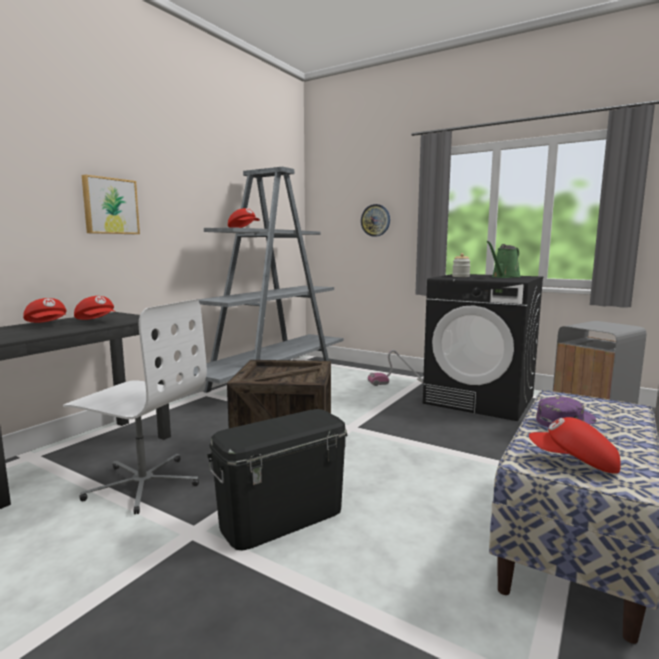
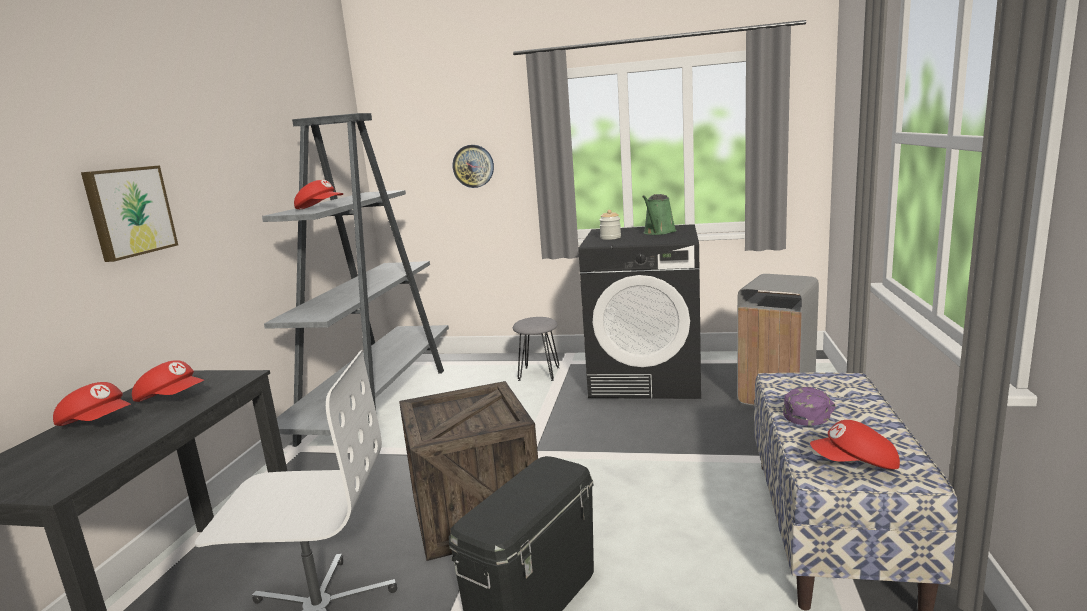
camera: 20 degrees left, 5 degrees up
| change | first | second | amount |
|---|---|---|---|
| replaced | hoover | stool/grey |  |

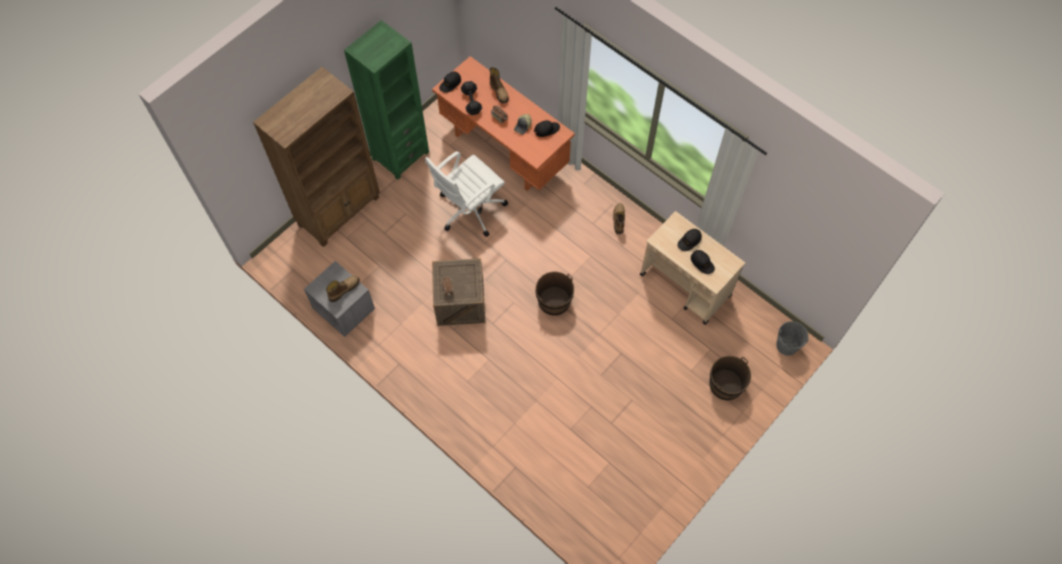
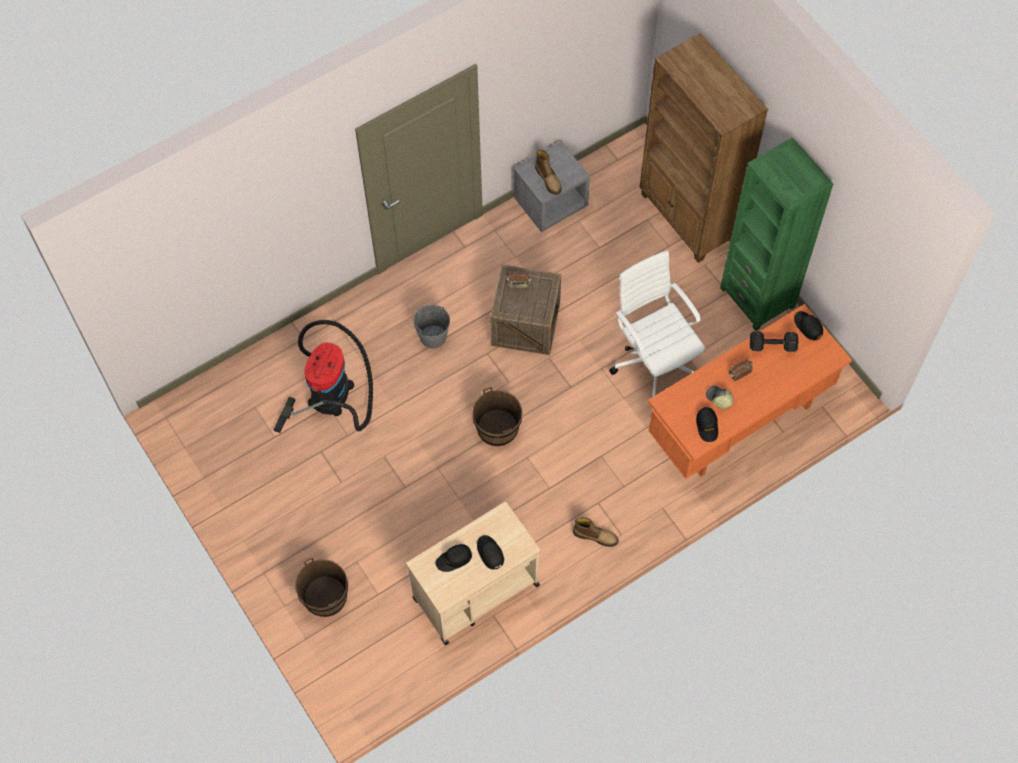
camera: 105 degrees right, 0 degrees up
| change | first | second | amount |
|---|---|---|---|
| removed | tall boot (2nd from left) |  |  |
| added |  | hoover |  |
| moved | water bucket/grey |  |  |

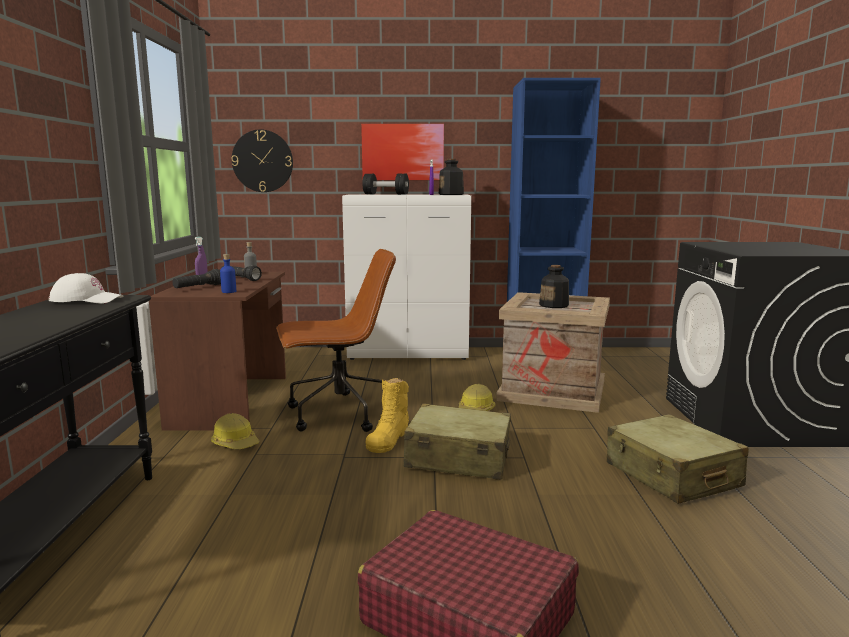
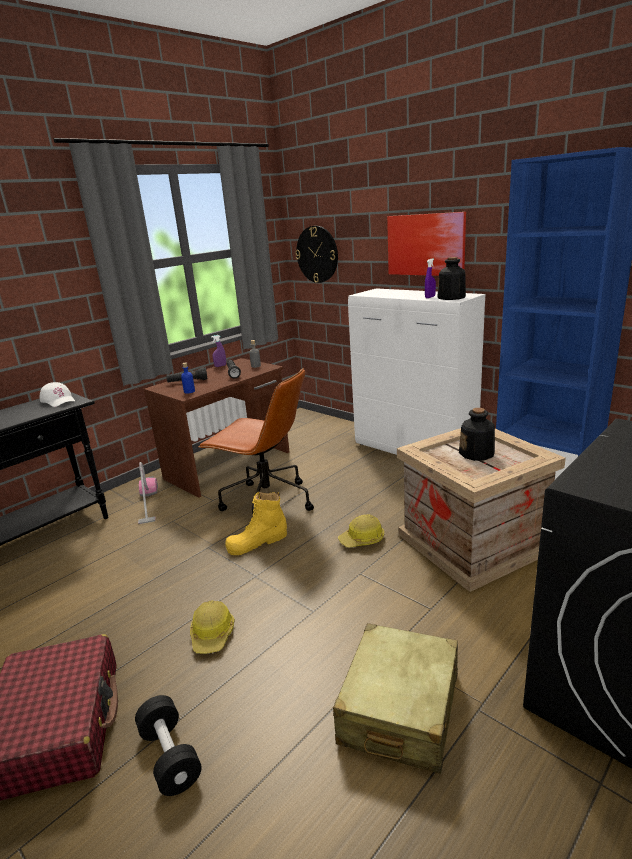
camera: 45 degrees right, 10 degrees up
| change | first | second | amount |
|---|---|---|---|
| removed | travel case/beige (1st from left) |  |  |
| added |  | hoover |  |
| moved | safety helmet (1st from left) |  |  |
| moved | free weight/black |  |  |

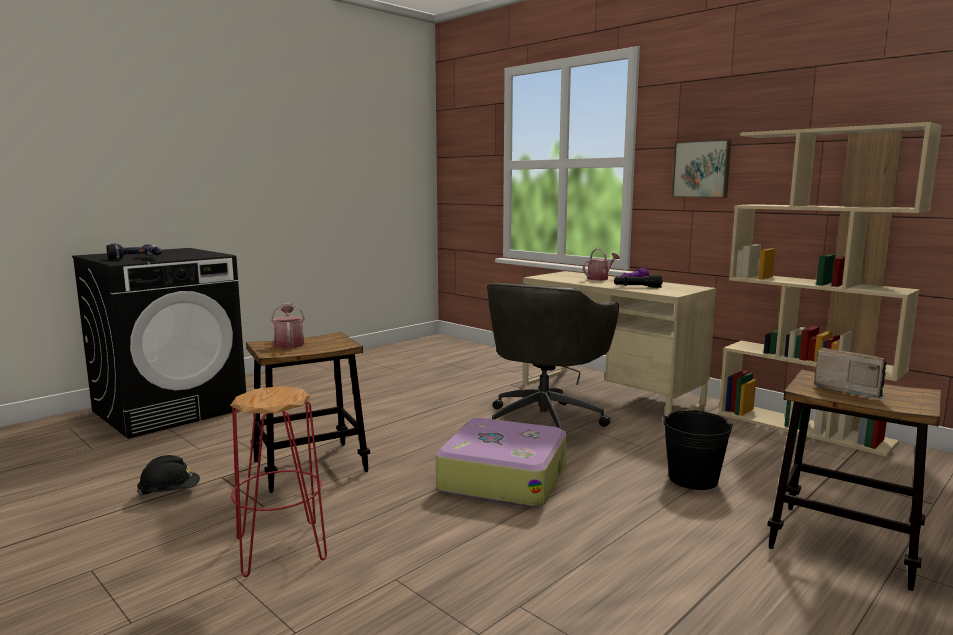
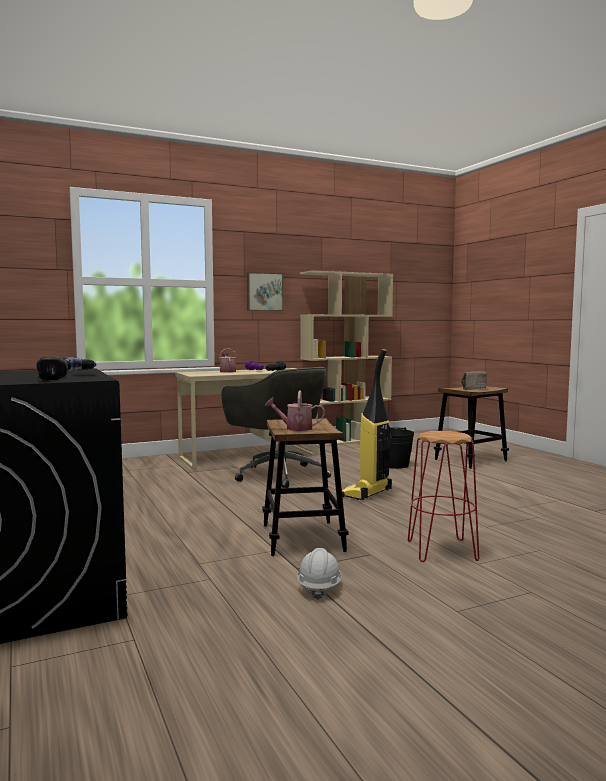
camera: 70 degrees left, 5 degrees down
| change | first | second | amount |
|---|---|---|---|
| replaced | travel case | hoover |  |
| recoloured | safety helmet/black | safety helmet/whitish |  |

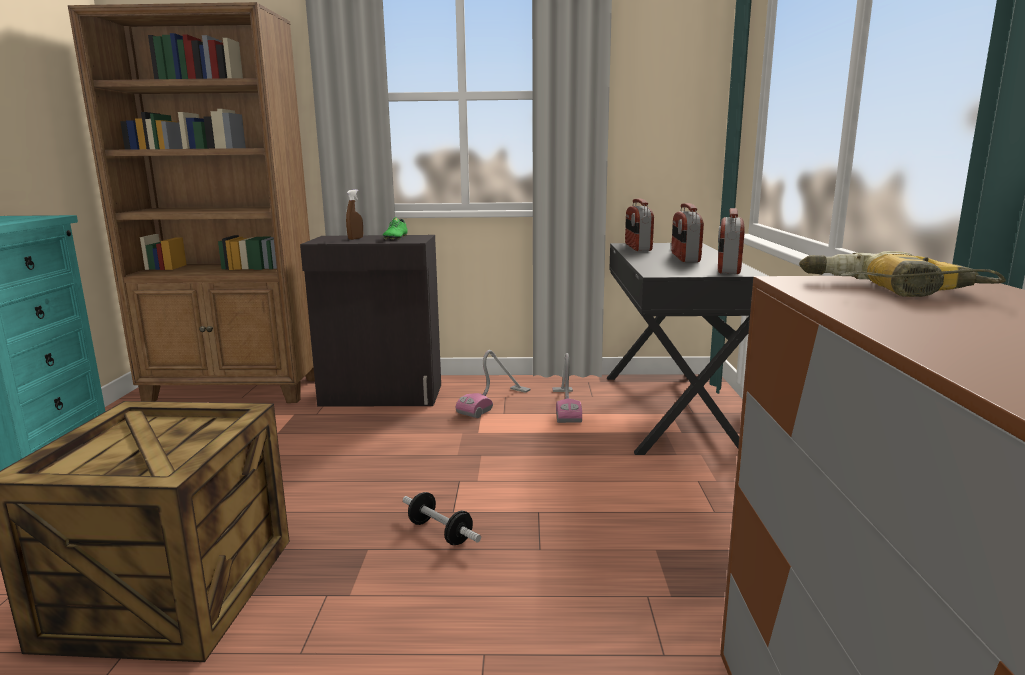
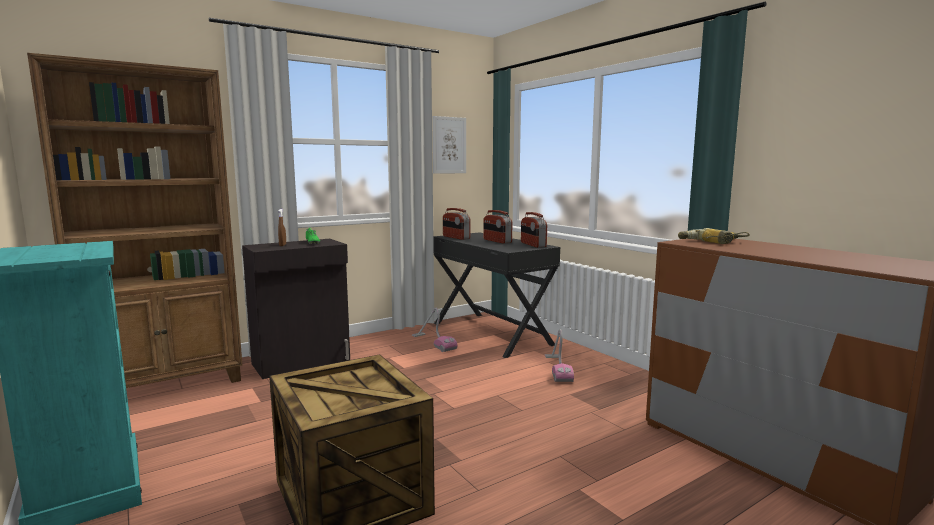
camera: 35 degrees left, 5 degrees down
| change | first | second | amount |
|---|---|---|---|
| removed | free weight |  |  |
| added |  | wall picture |  |
| moved | hoover (1st from left in the first image) | hoover (2nd from left) |  |

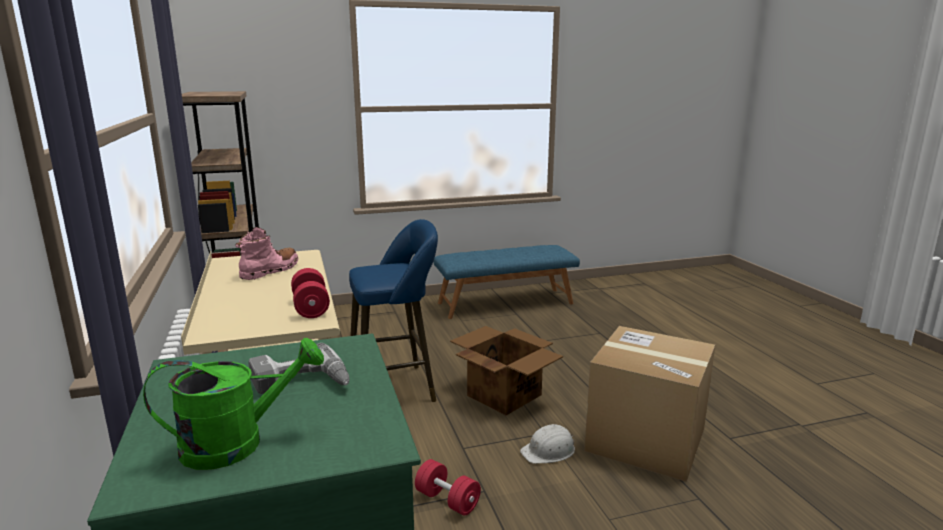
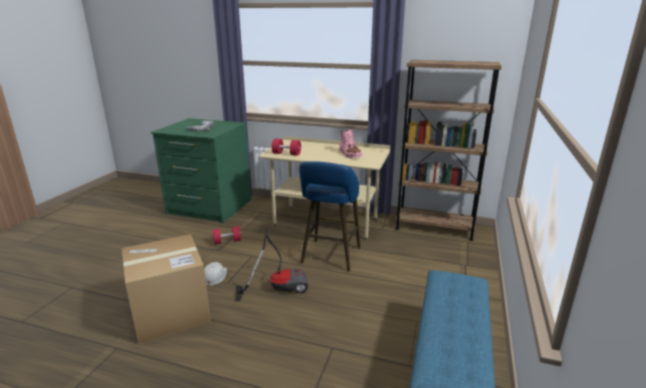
camera: 125 degrees right, 5 degrees up
| change | first | second | amount |
|---|---|---|---|
| removed | sprinkling can/greenish |  |  |
| replaced | packing box (1st from left) | hoover |  |

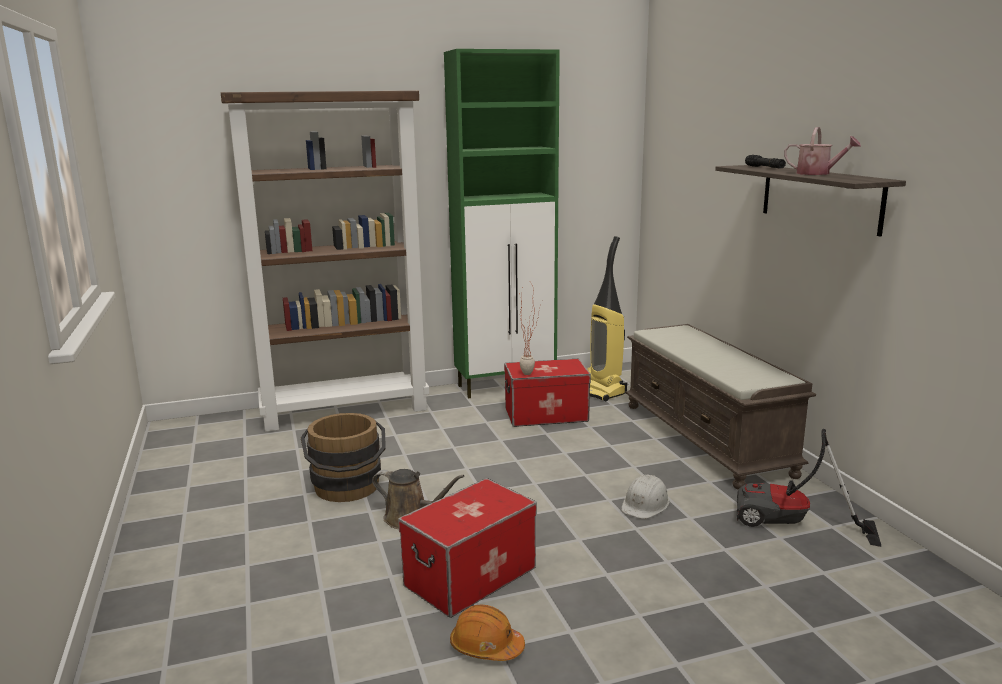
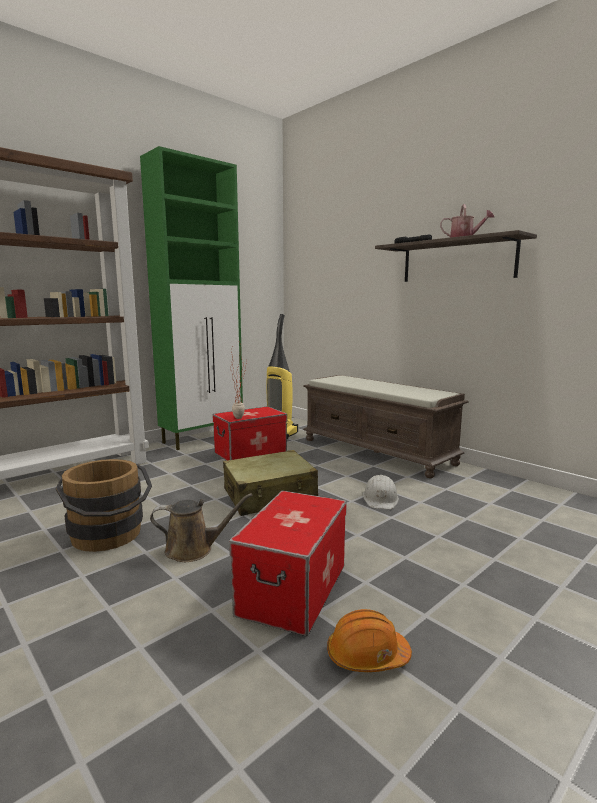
camera: 25 degrees left, 5 degrees down
| change | first | second | amount |
|---|---|---|---|
| removed | hoover (2nd from left) |  |  |
| added |  | travel case/beige |  |

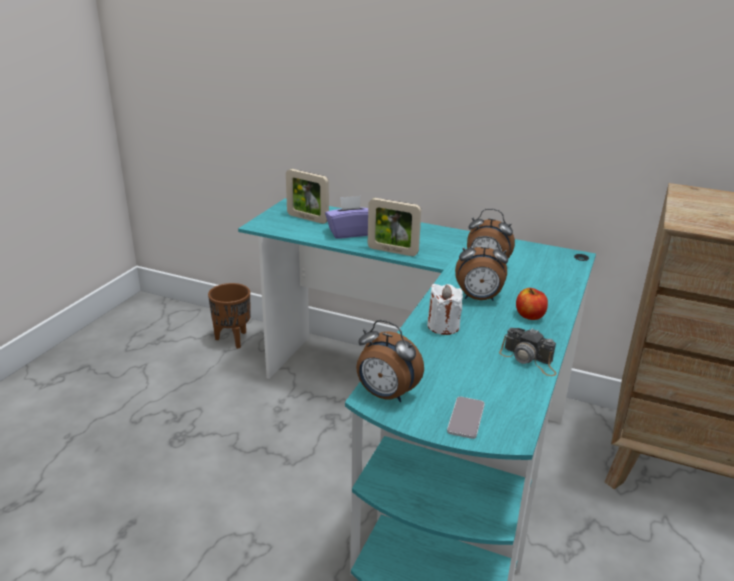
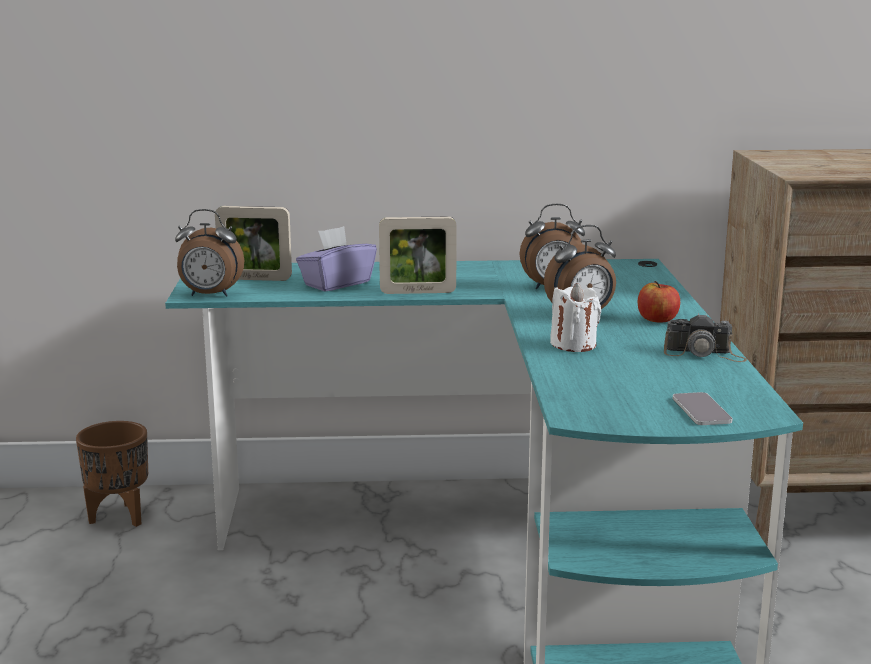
camera: 25 degrees left, 10 degrees down
| change | first | second | amount |
|---|---|---|---|
| moved | table clock (1st from left) |  |  |

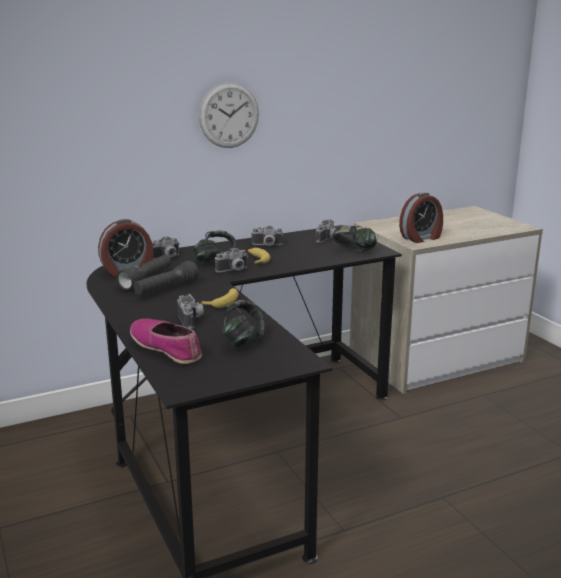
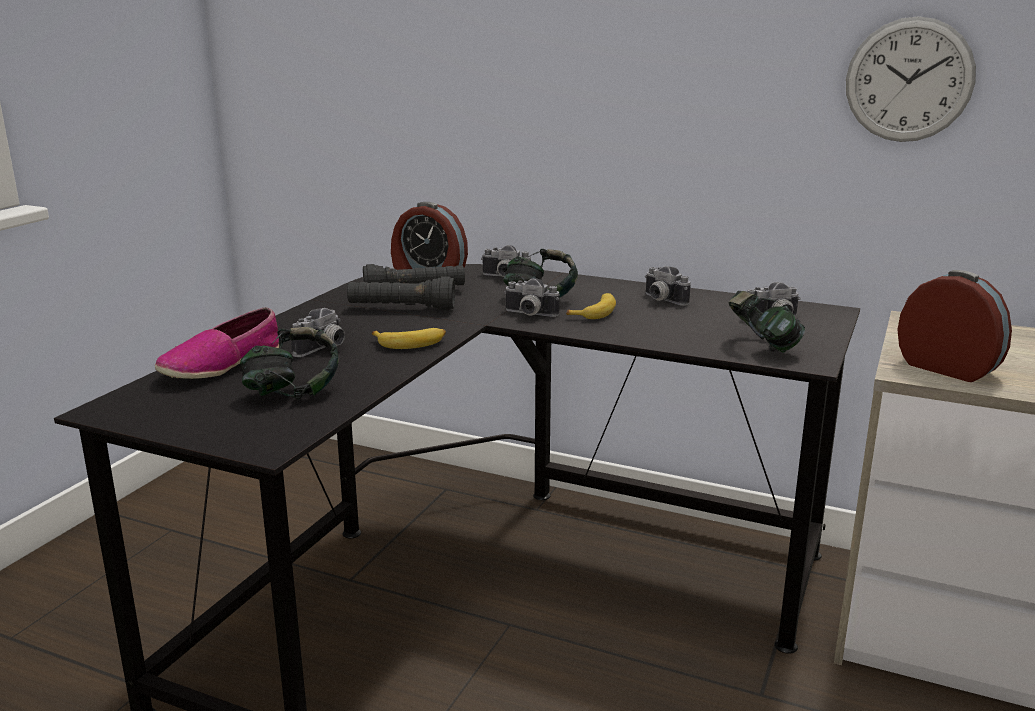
camera: 50 degrees right, 0 degrees up
| change | first | second | amount |
|---|---|---|---|
| moved | clock on the wall |  |  |
| turned | low shoe |  | 150 degrees counterclockwise |
| turned | table clock (2nd from left) |  | 150 degrees counterclockwise |

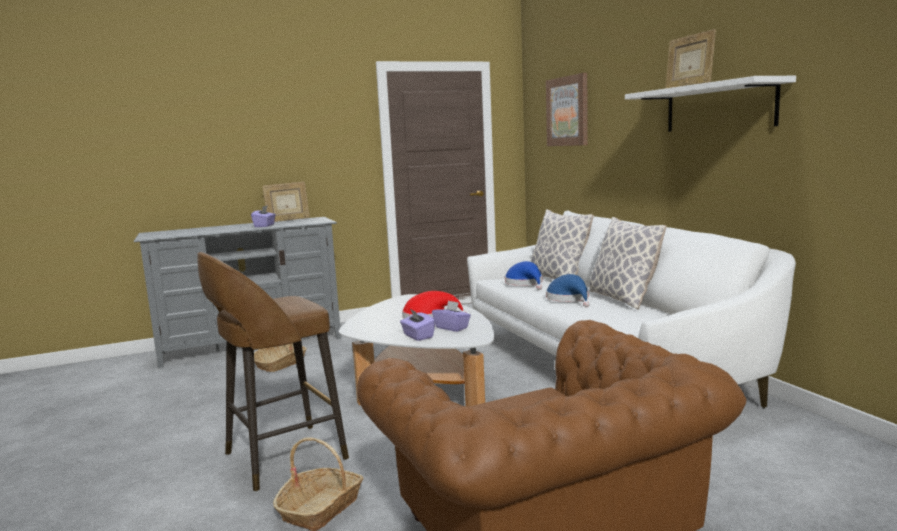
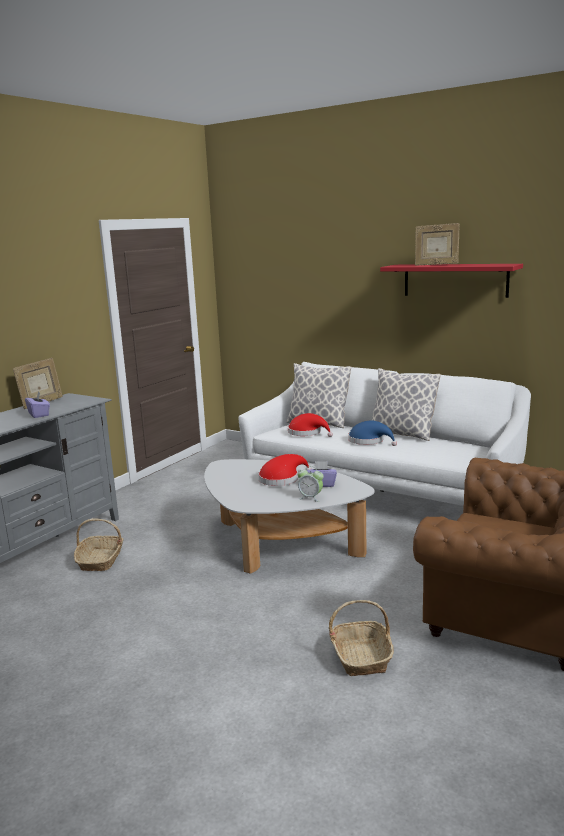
camera: 35 degrees left, 5 degrees up
| change | first | second | amount |
|---|---|---|---|
| removed | stool/brownish |  |  |
| removed | wall picture |  |  |
| replaced | tissue holder/purple (2nd from left) | table clock |  |
| recoloured | clothing hat/blue-coloured (1st from left) | clothing hat/red (2nd from left) |  |
| recoloured | shelf/whitish | shelf/red |  |

